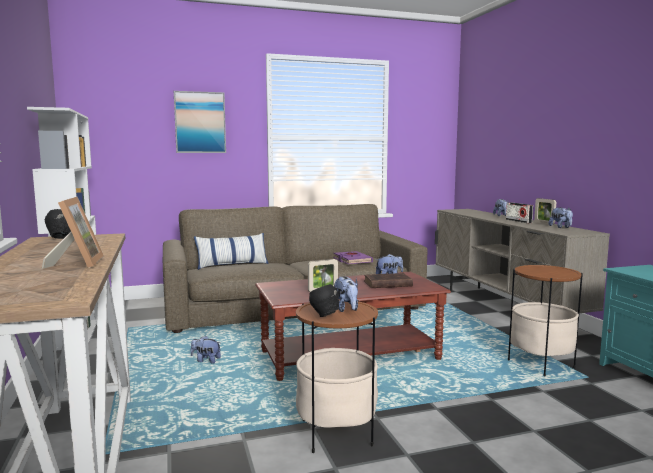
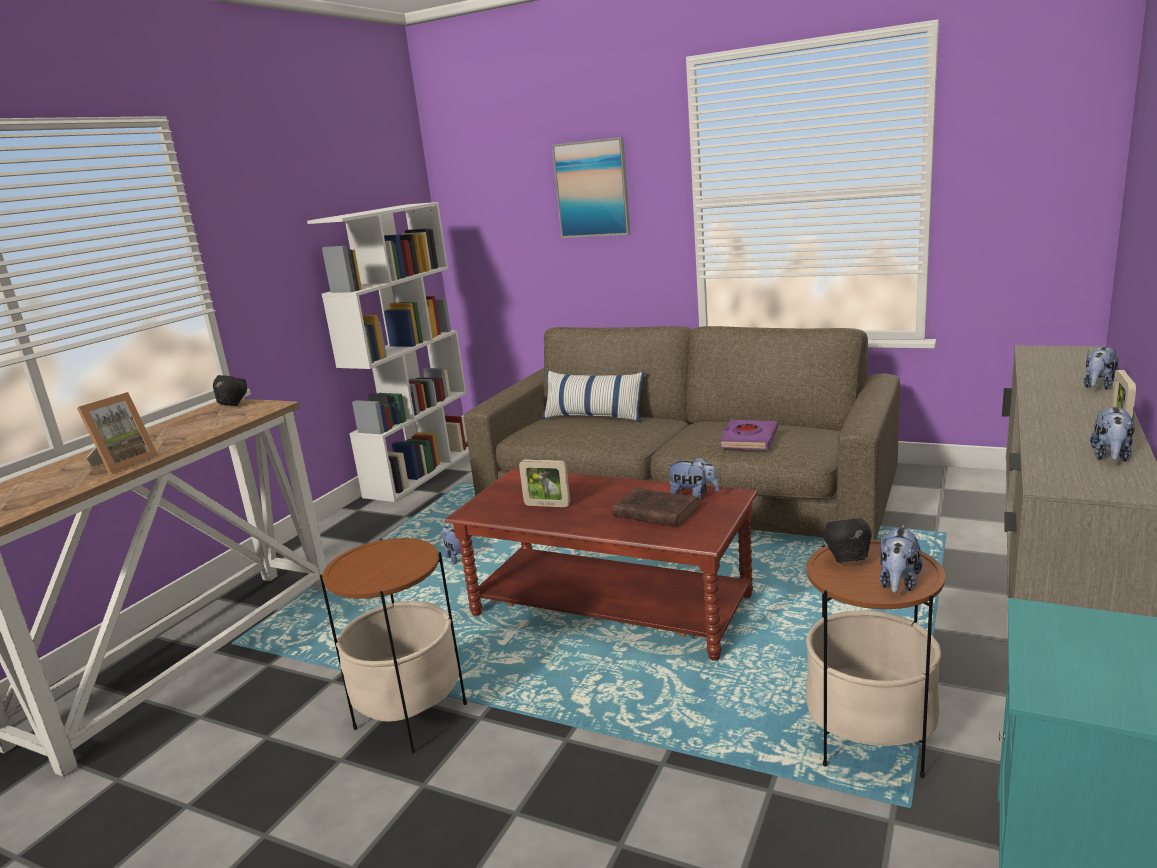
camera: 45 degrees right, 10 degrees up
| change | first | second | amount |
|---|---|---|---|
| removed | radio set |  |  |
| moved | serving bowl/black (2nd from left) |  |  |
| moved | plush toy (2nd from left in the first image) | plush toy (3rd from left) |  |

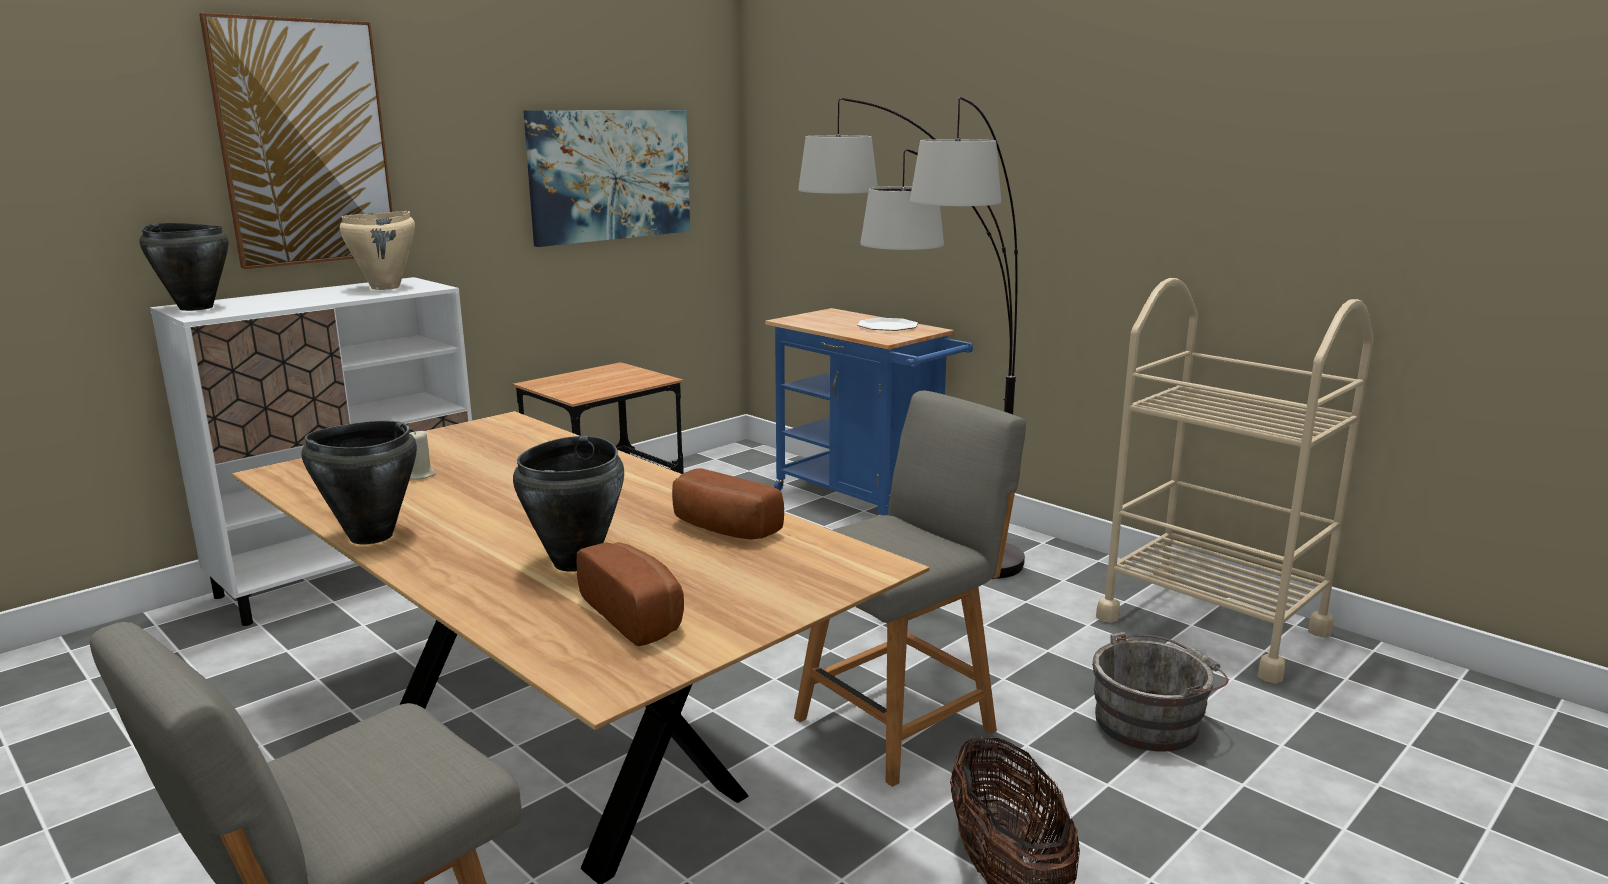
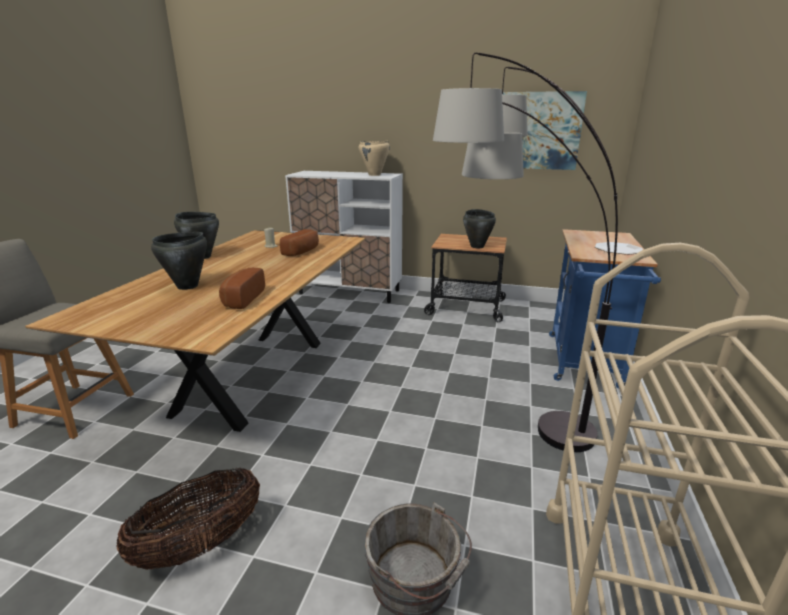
camera: 60 degrees right, 5 degrees up
| change | first | second | amount |
|---|---|---|---|
| removed | wall picture (1st from left) |  |  |
| removed | upright chair/grey (2nd from left) |  |  |
| moved | cooking pot/black (1st from left in the first image) | cooking pot/black (3rd from left) |  |
| moved | baked bread (1st from left in the first image) | baked bread (2nd from left) |  |

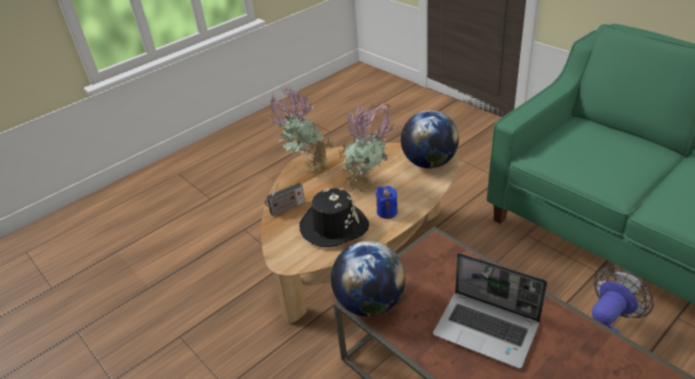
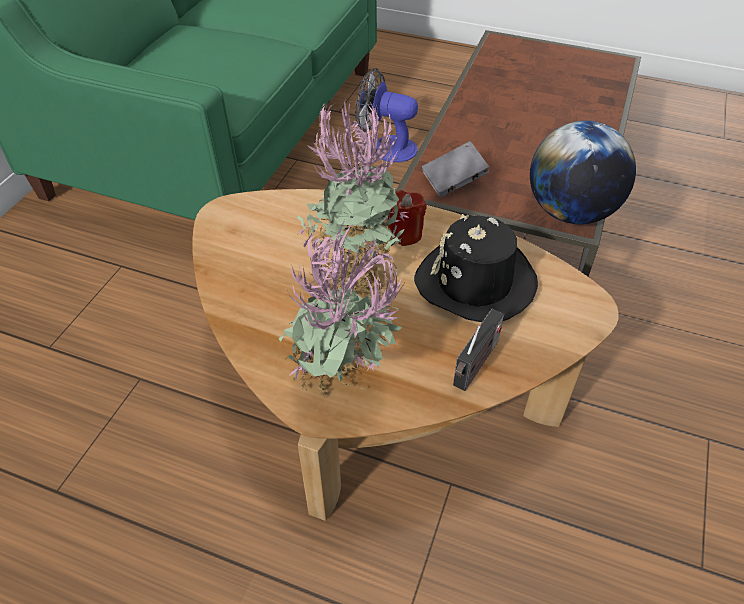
camera: 120 degrees left, 10 degrees up
| change | first | second | amount |
|---|---|---|---|
| removed | world globe (2nd from left) |  |  |
| removed | portable computer |  |  |
| added |  | book/grey |  |
| recoloured | candle/blue-coloured | candle/red |  |
| turned | radio set |  | 90 degrees clockwise |

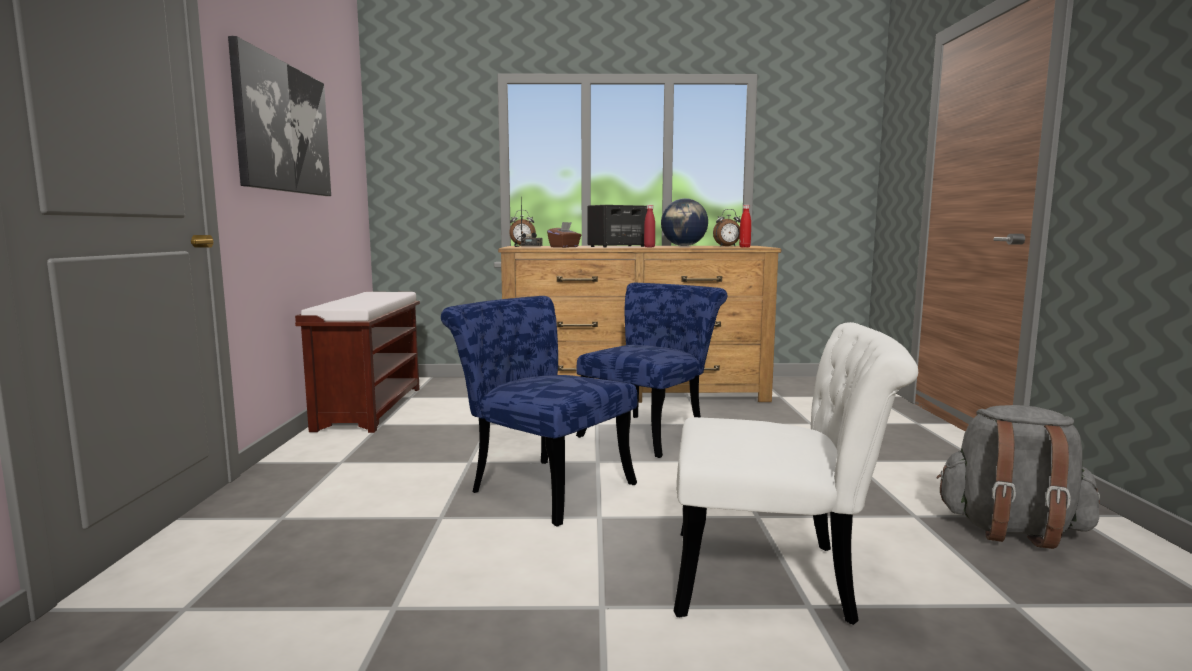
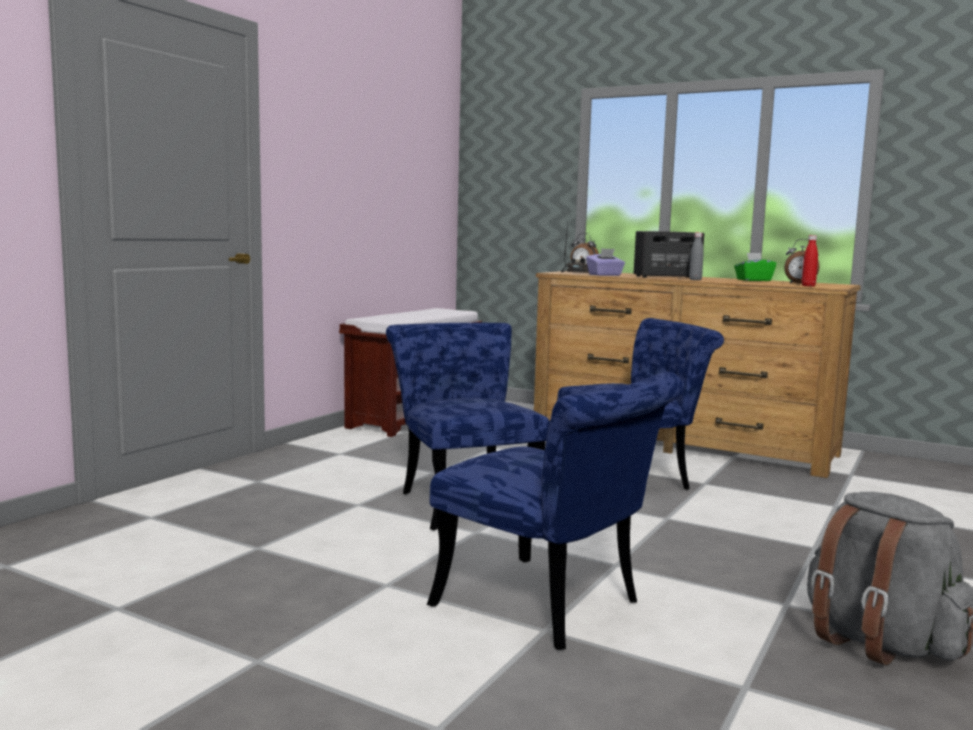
camera: 30 degrees right, 0 degrees up
| change | first | second | amount |
|---|---|---|---|
| removed | wall picture |  |  |
| replaced | world globe | tissue holder/greenish |  |
| recoloured | tissue holder/brownish | tissue holder/purple |  |
| recoloured | bottle/red (1st from left) | bottle/grey |  |
| recoloured | upright chair/whitish | upright chair/blue-coloured (2nd from left) |  |

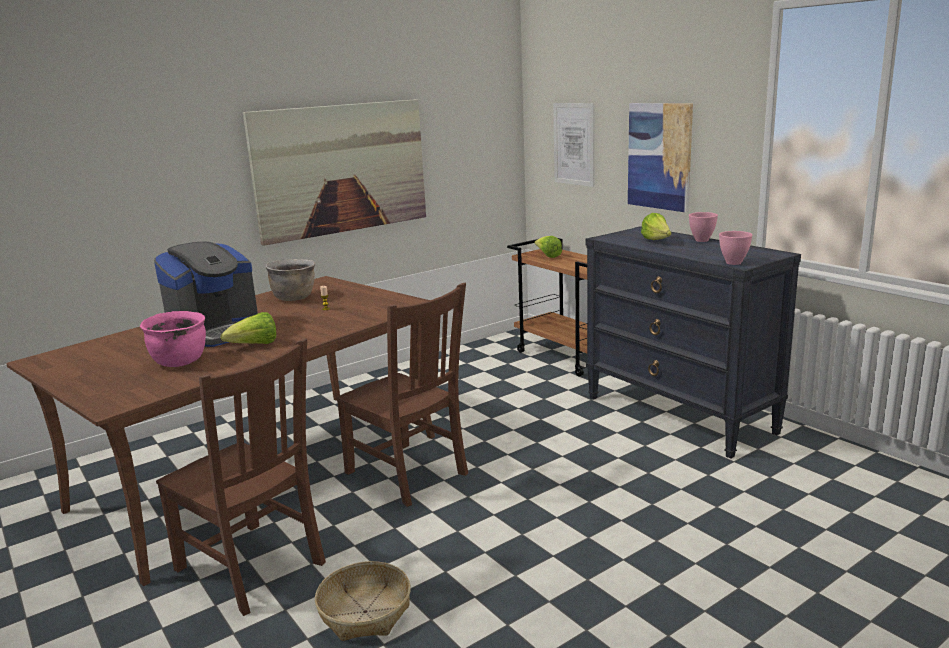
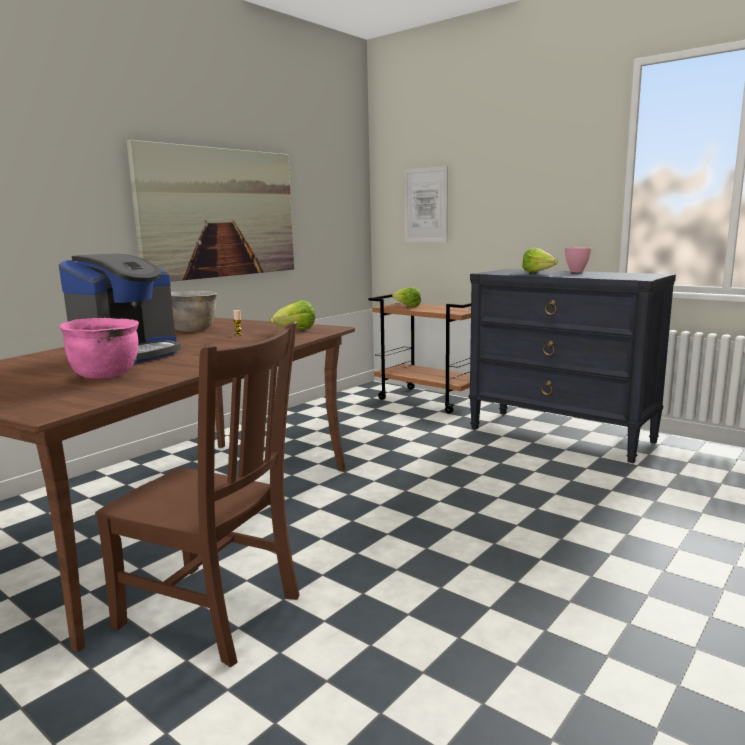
camera: 15 degrees left, 5 degrees down
| change | first | second | amount |
|---|---|---|---|
| removed | household basket |  |  |
| removed | upright chair/brownish (2nd from left) |  |  |
| removed | wall picture (3rd from left) |  |  |
| removed | serving bowl/pink (2nd from left) |  |  |
| moved | lettuce head (1st from left) |  |  |

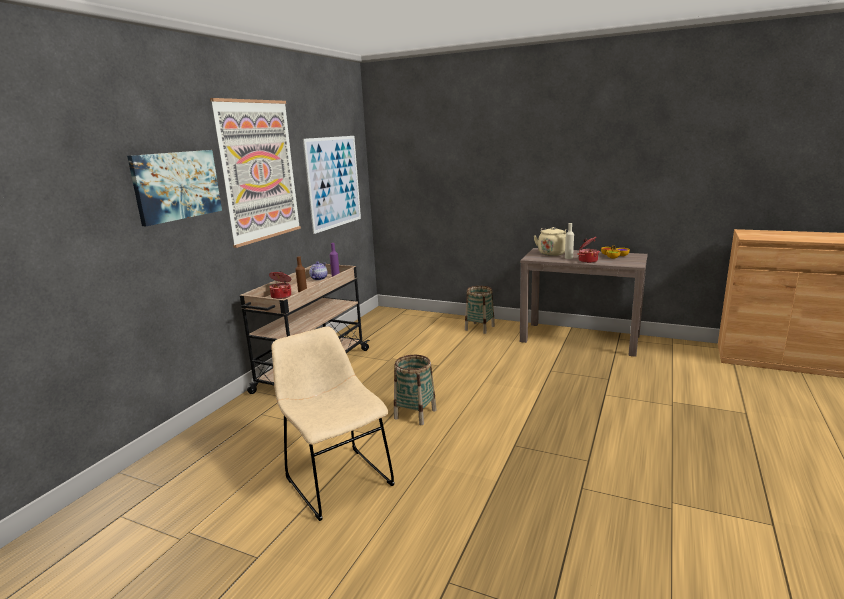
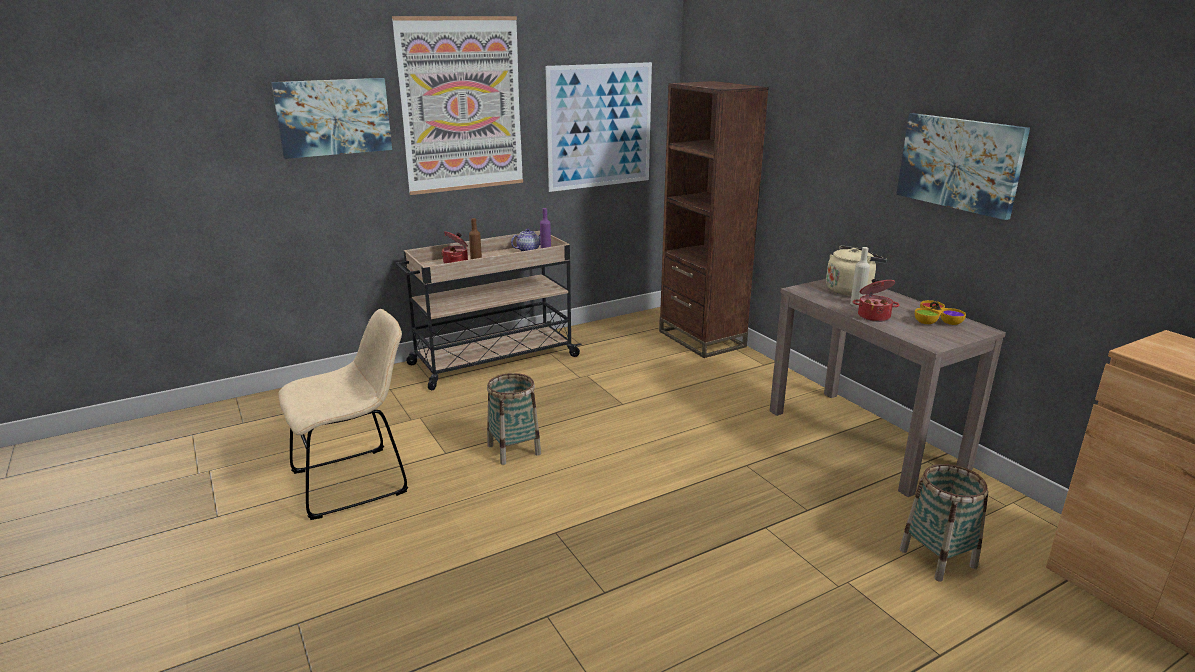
camera: 35 degrees right, 5 degrees up
| change | first | second | amount |
|---|---|---|---|
| added |  | shelving unit/brownish |  |
| added |  | wall picture (4th from left) |  |
| moved | household basket (2nd from left) |  |  |
| turned | upright chair/beige |  | 60 degrees clockwise |

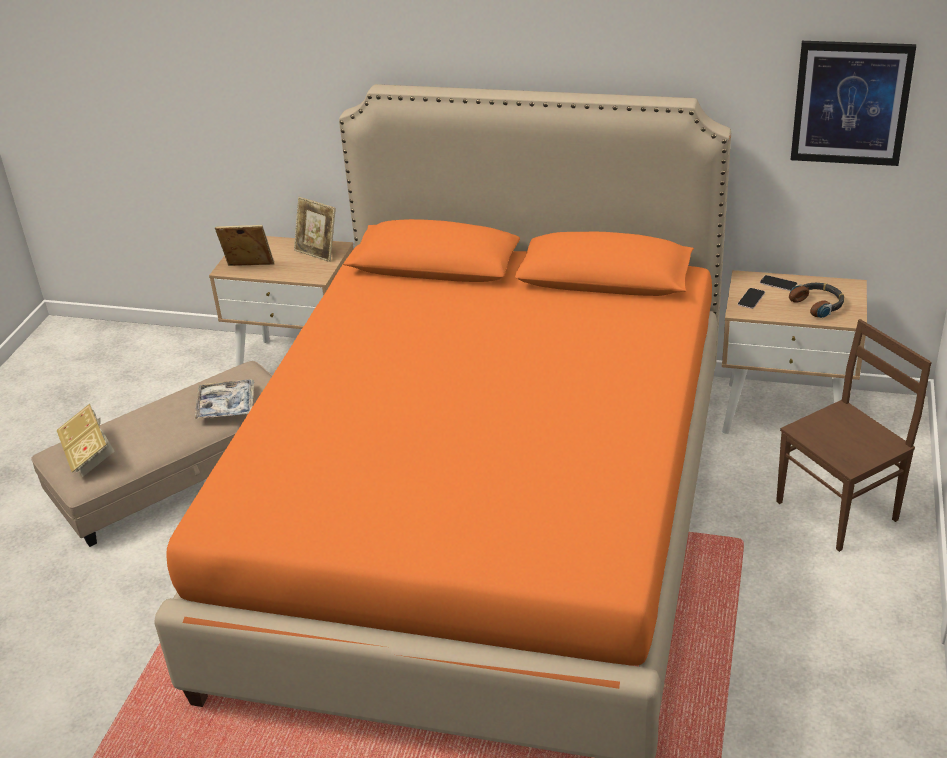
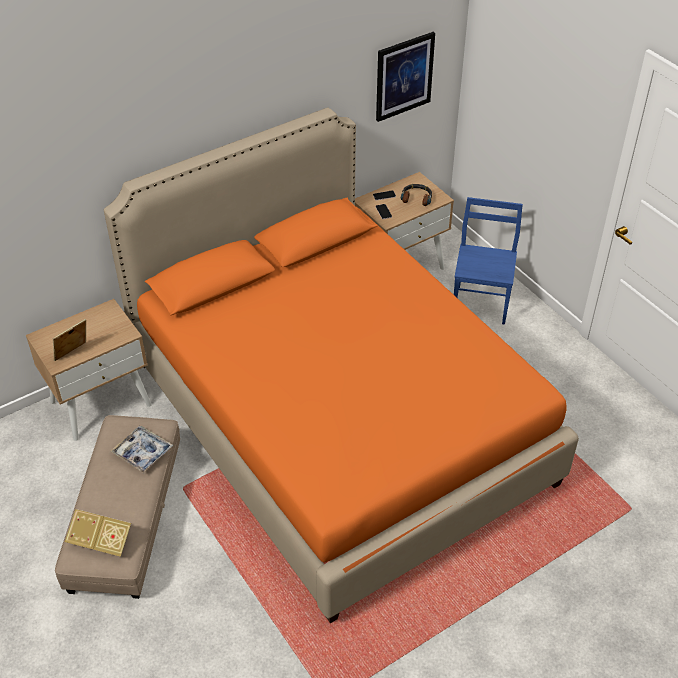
camera: 50 degrees left, 10 degrees up
| change | first | second | amount |
|---|---|---|---|
| removed | picture frame (2nd from left) |  |  |
| recoloured | upright chair/brownish | upright chair/blue-coloured |  |

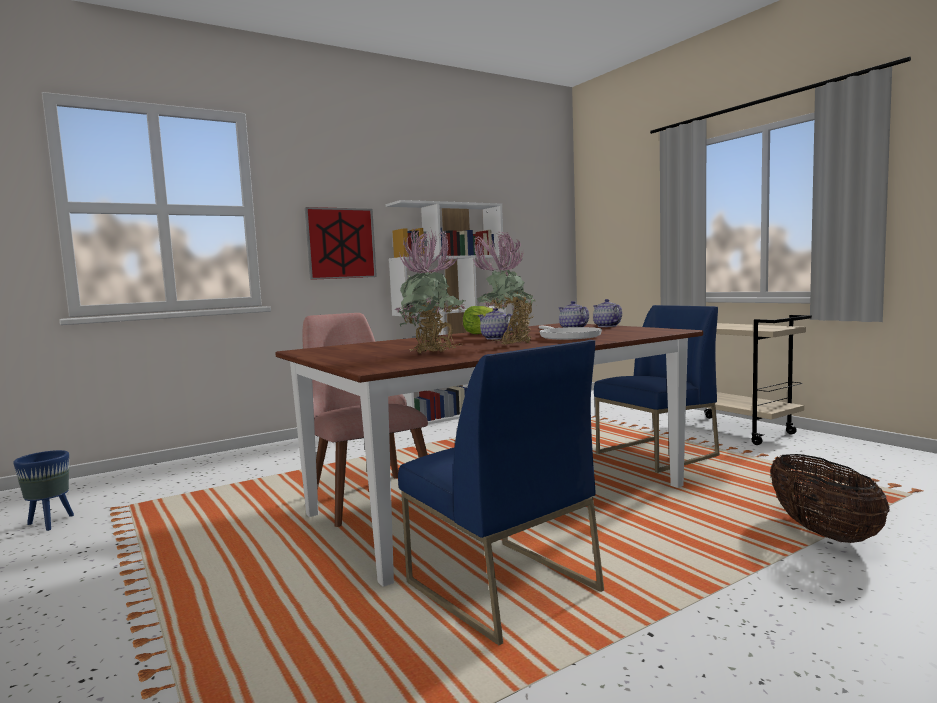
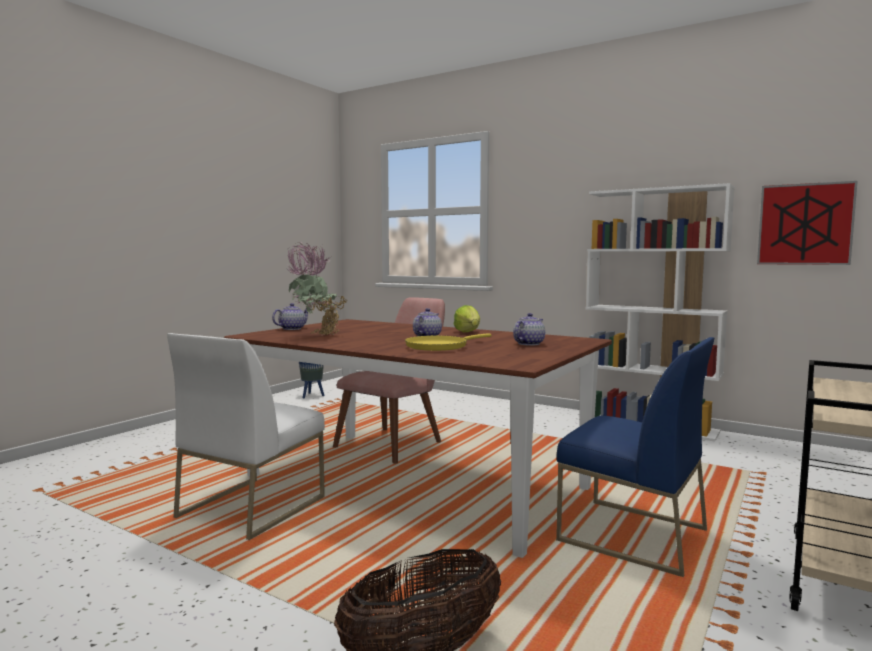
camera: 65 degrees right, 0 degrees up
| change | first | second | amount |
|---|---|---|---|
| removed | houseplant (2nd from left) |  |  |
| moved | wall picture |  |  |
| moved | pot for tea (3rd from left in the first image) | pot for tea (1st from left) |  |
| recoloured | upright chair/blue-coloured (1st from left) | upright chair/whitish |  |
| recoloured | frying pan/whitish | frying pan/yellow-coloured |  |

